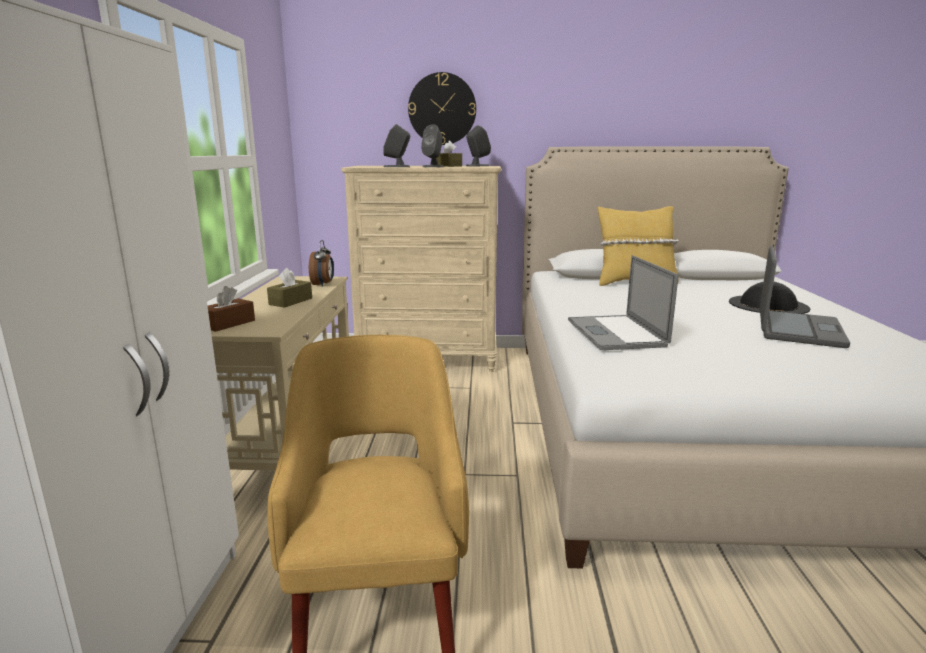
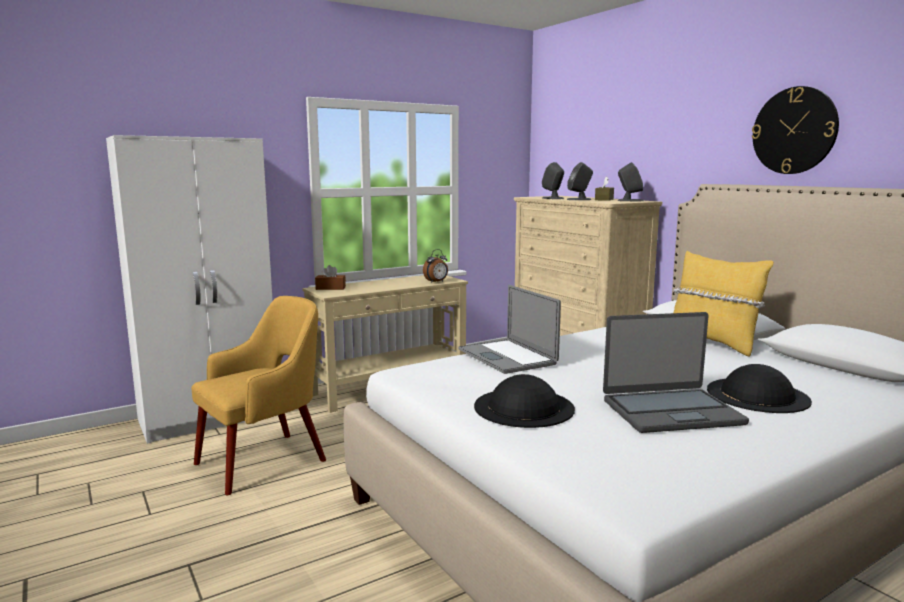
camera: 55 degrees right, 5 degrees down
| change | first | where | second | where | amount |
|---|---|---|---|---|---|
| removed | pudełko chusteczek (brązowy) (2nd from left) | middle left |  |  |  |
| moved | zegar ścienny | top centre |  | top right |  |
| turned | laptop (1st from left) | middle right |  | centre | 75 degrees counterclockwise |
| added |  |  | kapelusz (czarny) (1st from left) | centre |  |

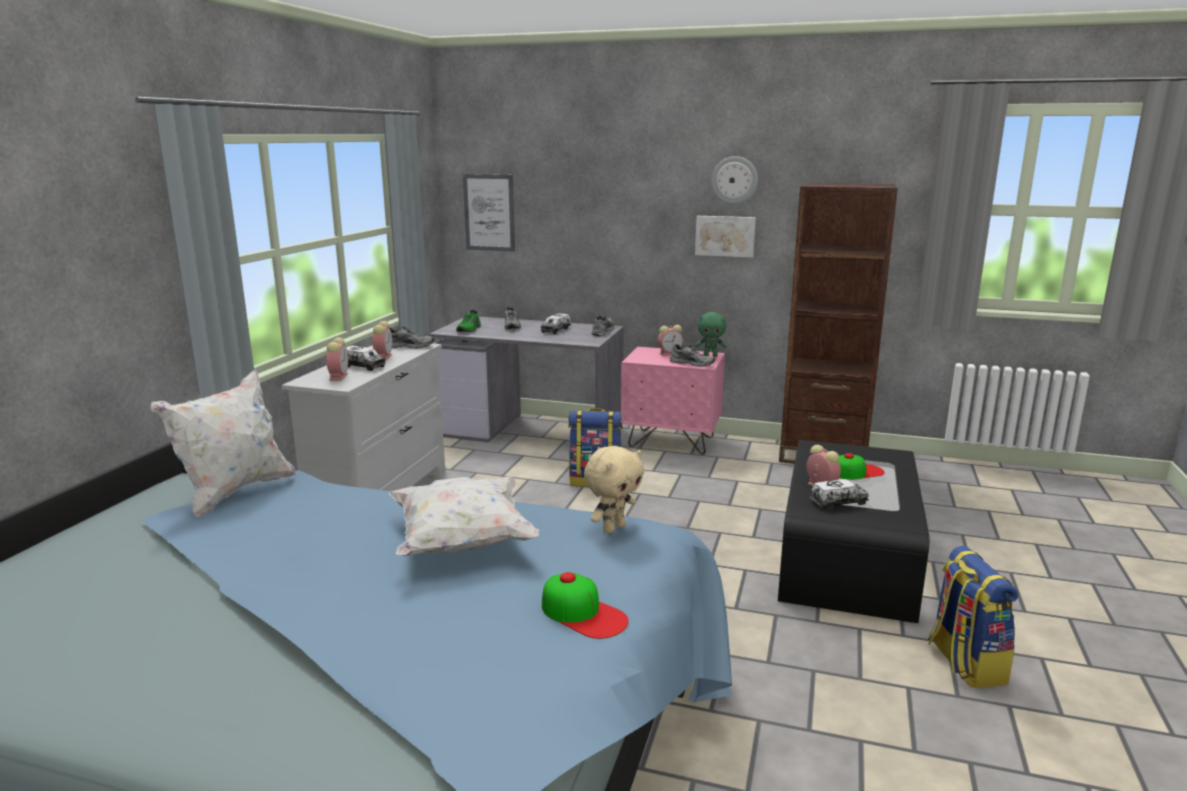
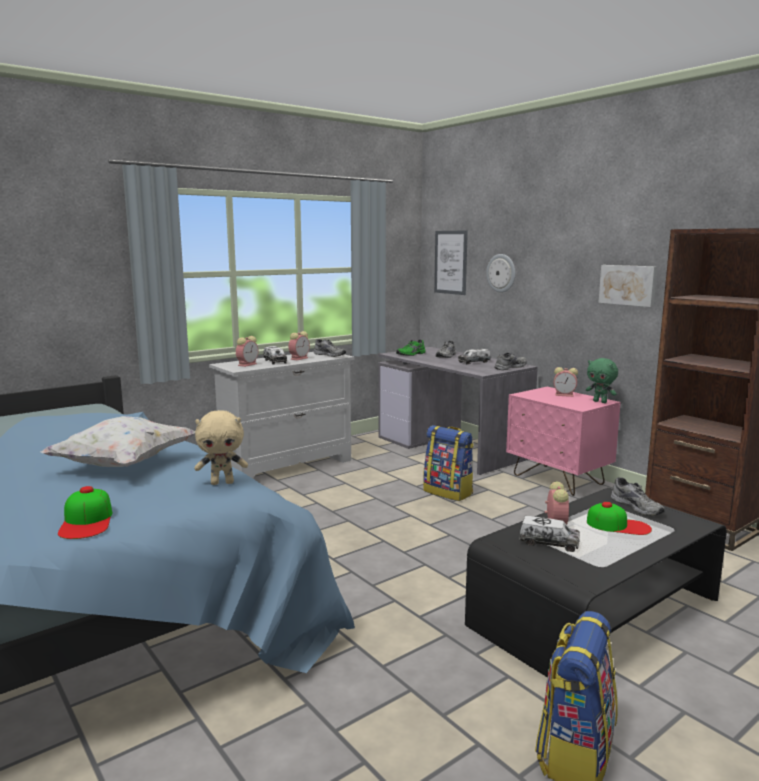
camera: 35 degrees right, 5 degrees down
| change | first | where | second | where | amount |
|---|---|---|---|---|---|
| removed | poduszka (biały) (1st from left) | middle left |  |  |  |
| moved | but (szary) (4th from left) | centre |  | middle right |  |
| moved | zegar ścienny | top centre |  | centre |  |

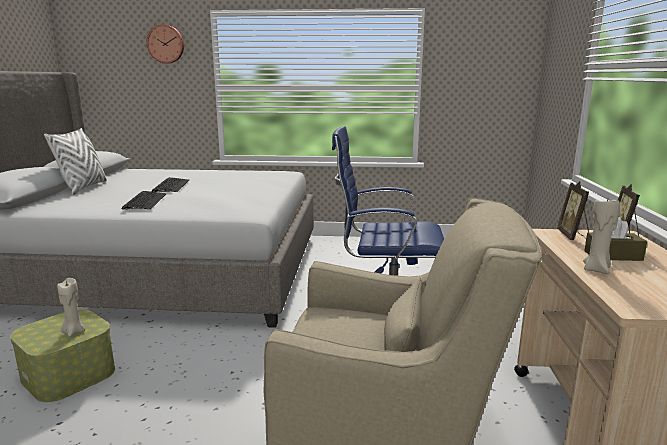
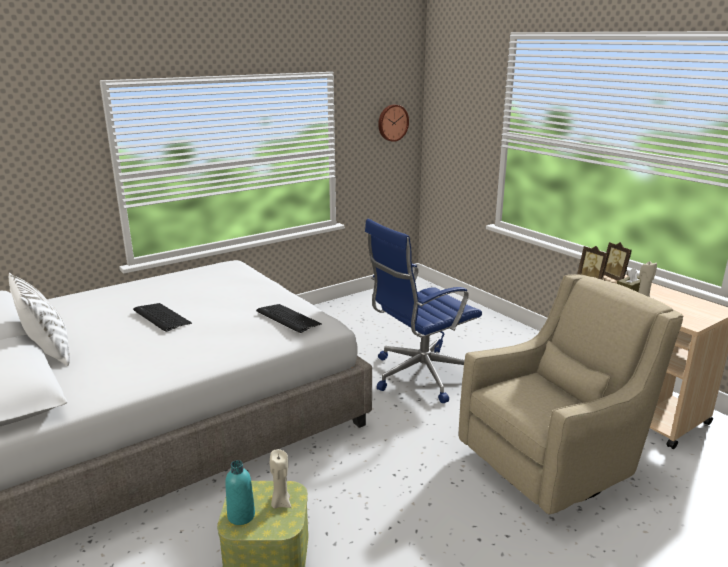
camera: 40 degrees left, 5 degrees up
| change | first | where | second | where | amount |
|---|---|---|---|---|---|
| moved | klawiatura (1st from left in the first image) | middle left | klawiatura (2nd from left) | centre |  |
| moved | zegar ścienny | top left |  | top centre |  |
| added |  |  | butelka (turkusowy) | bottom left |  |

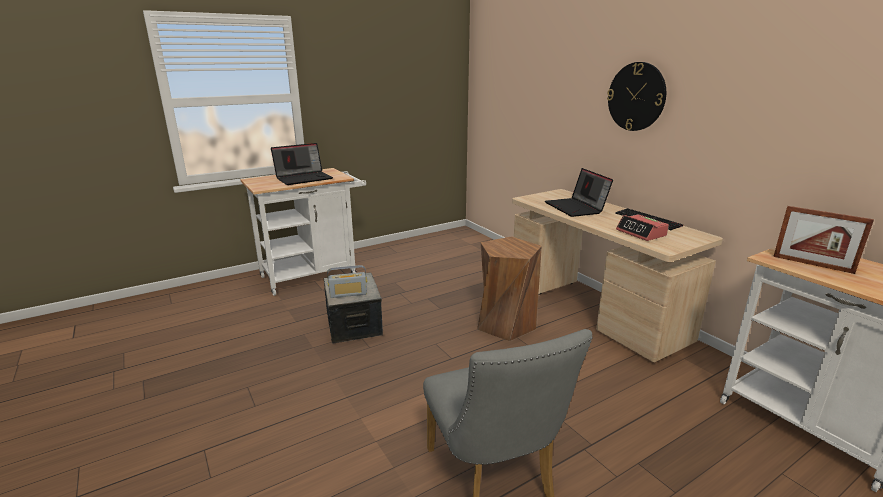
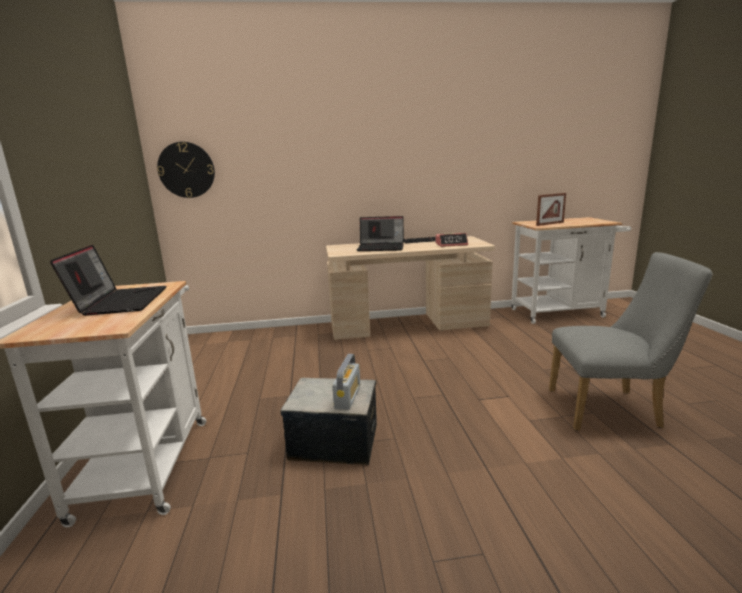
camera: 65 degrees left, 5 degrees down
| change | first | where | second | where | amount |
|---|---|---|---|---|---|
| removed | stołek (brązowy) | centre |  |  |  |
| moved | zegar ścienny | top right |  | top left |  |

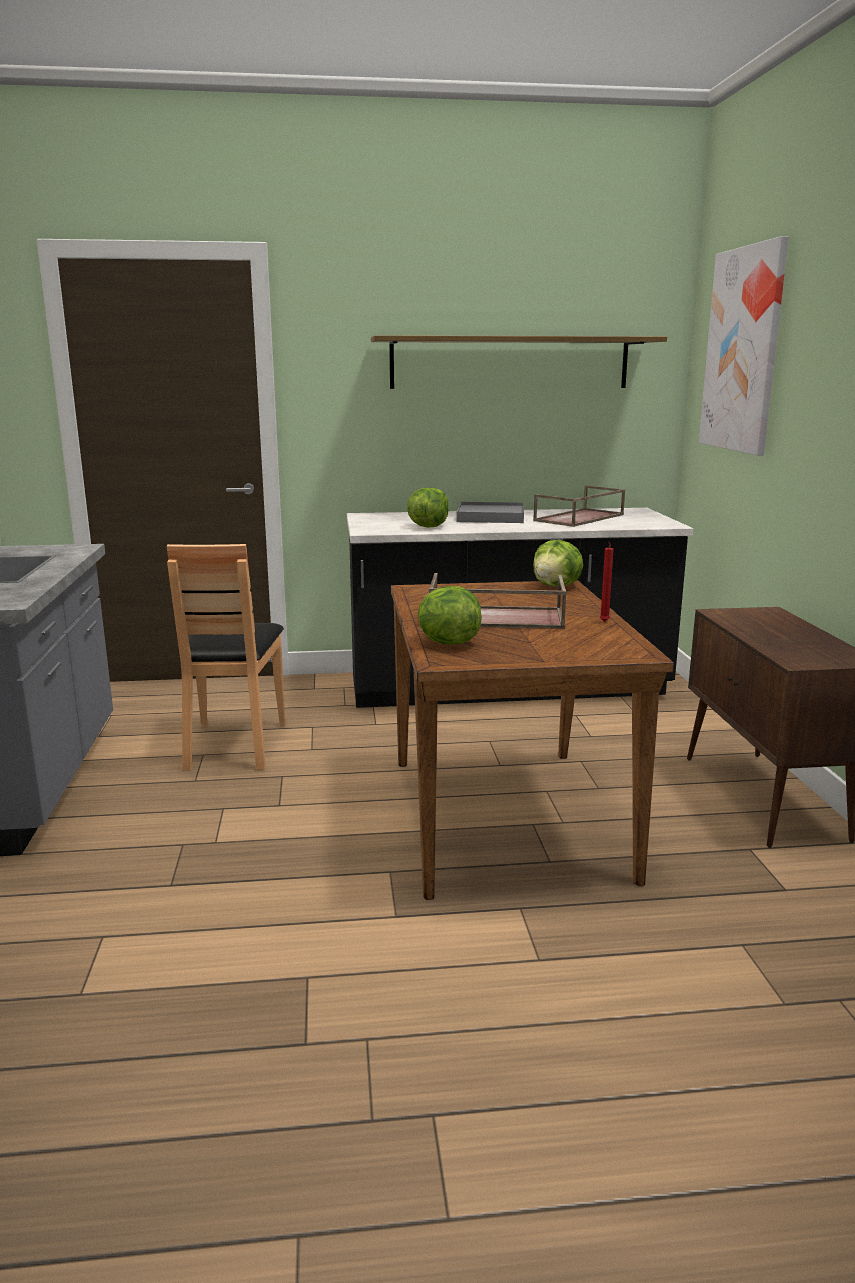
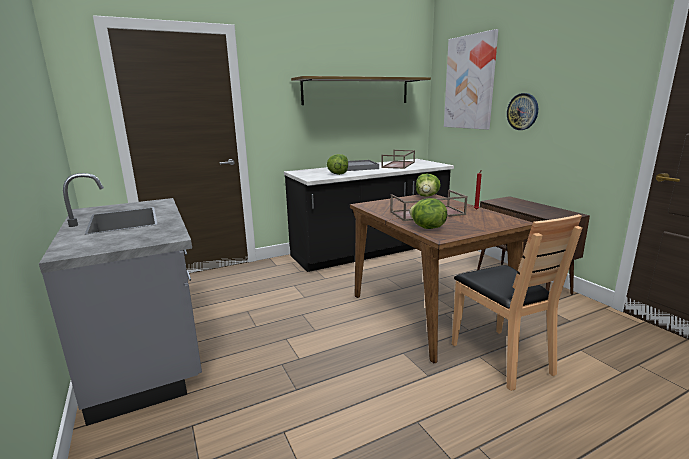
camera: 20 degrees left, 0 degrees up
| change | first | where | second | where | amount |
|---|---|---|---|---|---|
| moved | krzesło (brązowy) | middle left |  | middle right |  |
| added |  |  | zegar ścienny | top right |  |

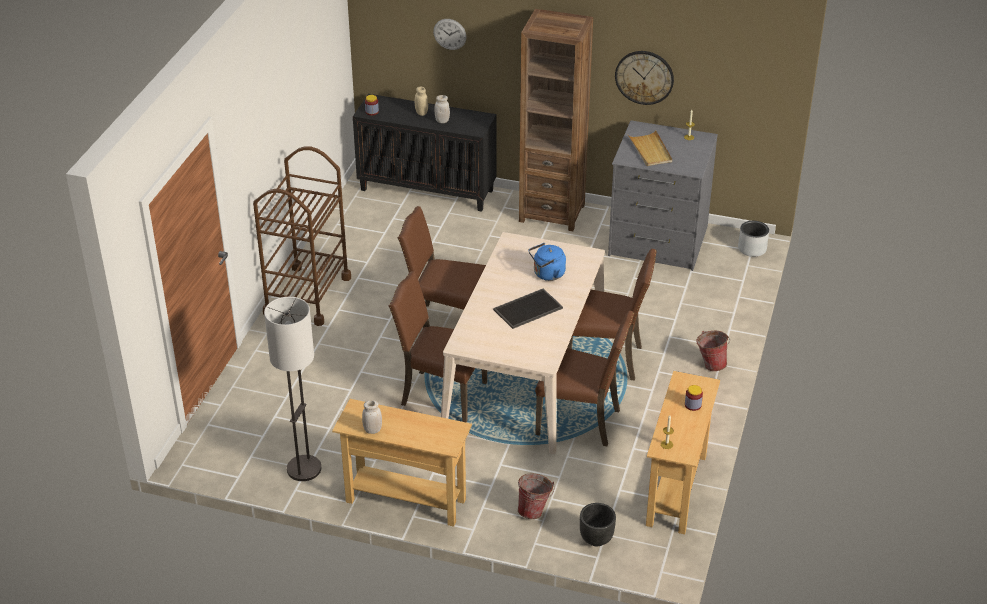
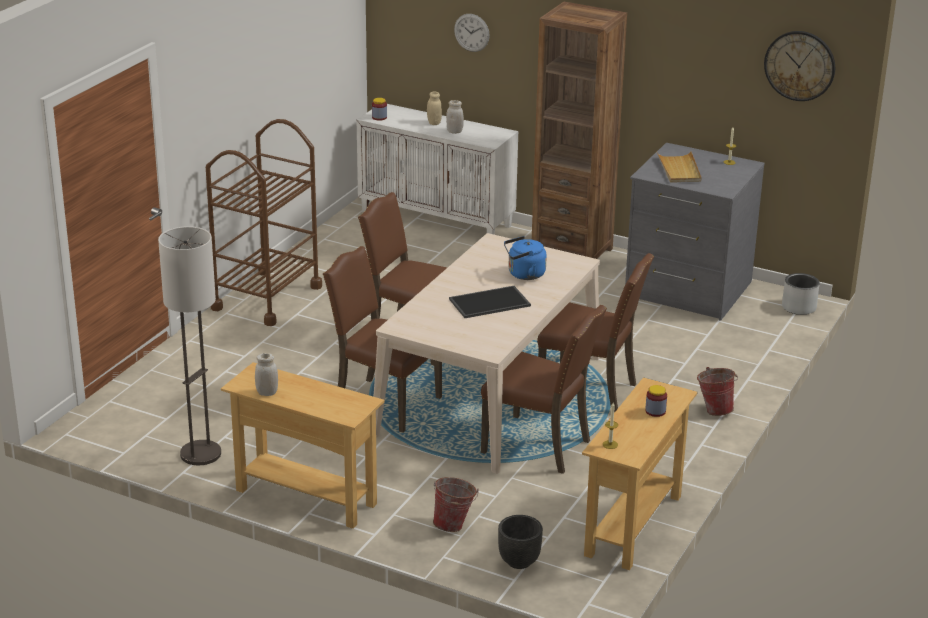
camera: 10 degrees right, 10 degrees down
| change | first | where | second | where | amount |
|---|---|---|---|---|---|
| recoloured | szafka (czarny) | top centre | szafka (biały) | top centre |  |
| moved | zegar ścienny (2nd from left) | top centre |  | top right |  |

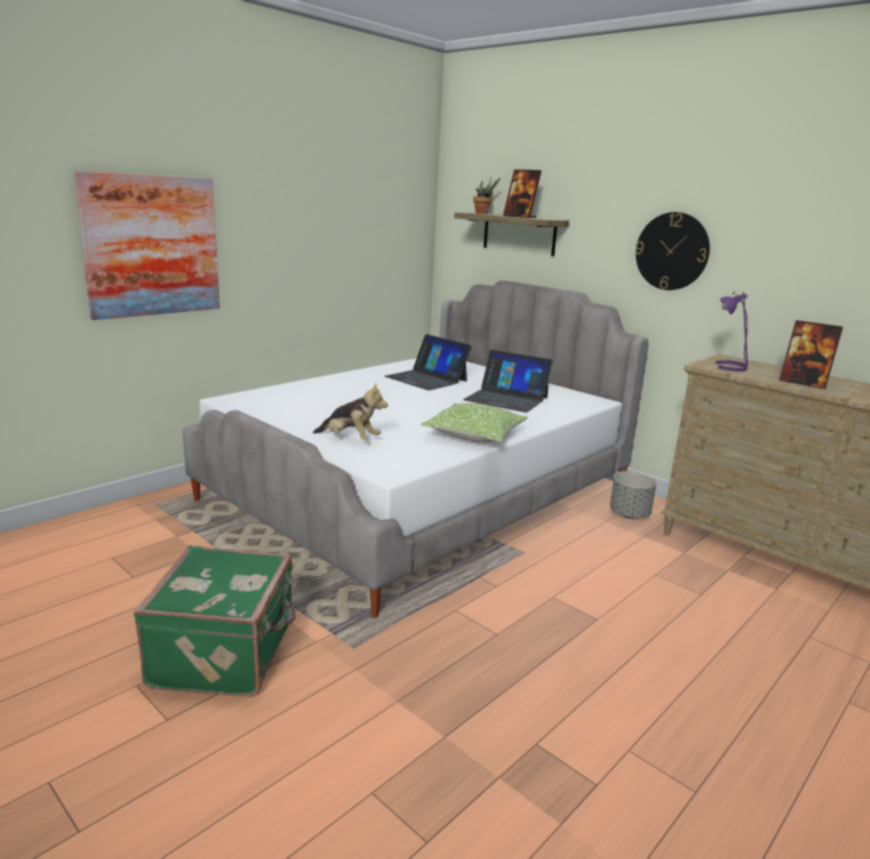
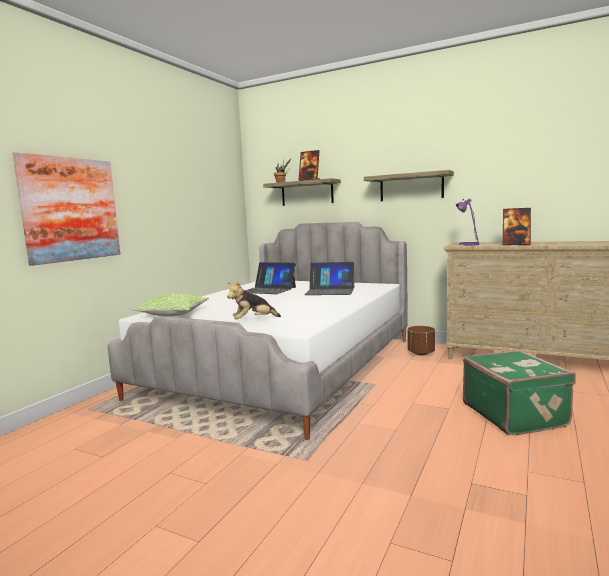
camera: 15 degrees left, 10 degrees down
| change | first | where | second | where | amount |
|---|---|---|---|---|---|
| moved | walizka (zielony) | bottom left |  | bottom right |  |
| turned | pluszak | centre |  | centre | 150 degrees clockwise |
| moved | poduszka | centre |  | middle left |  |
| recoloured | donica (szary) | middle right | donica (brązowy) | middle right |  |
| replaced | zegar ścienny | top right | półka (2nd from left) | top right |  |

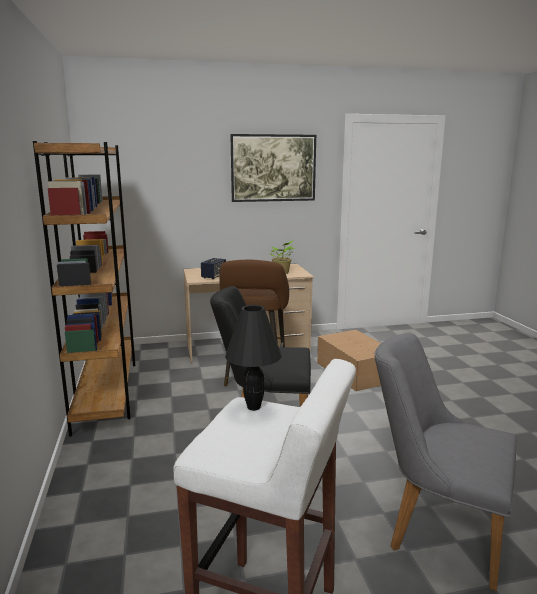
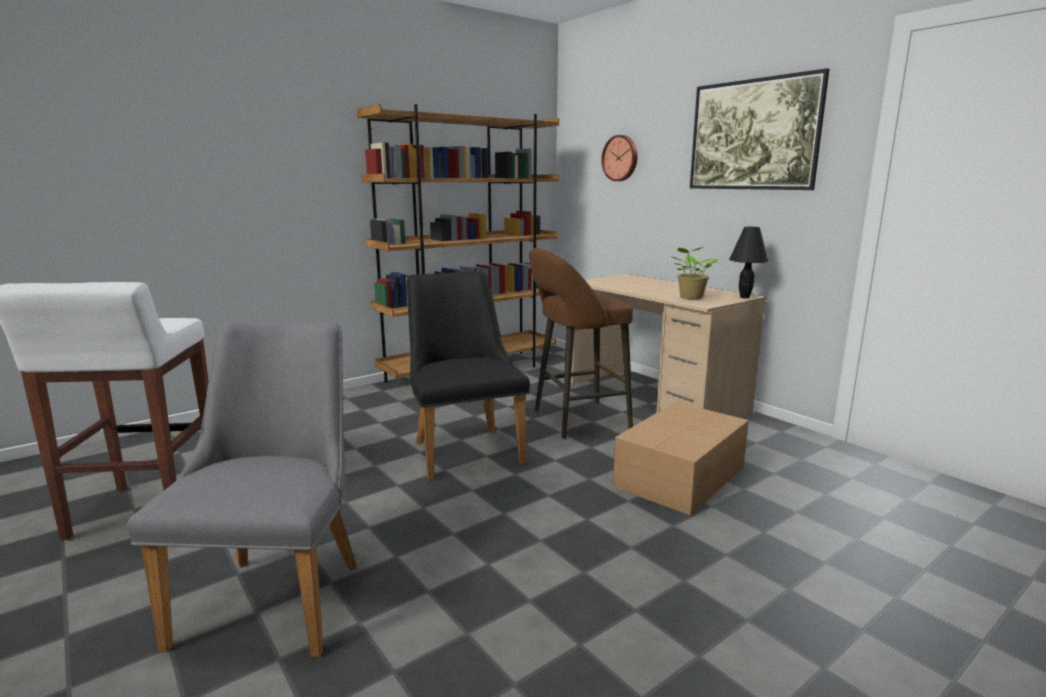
camera: 65 degrees right, 0 degrees up
| change | first | where | second | where | amount |
|---|---|---|---|---|---|
| removed | głośnik | centre |  |  |  |
| moved | lampa stołowa (czarny) | centre |  | middle right |  |
| added |  |  | zegar ścienny | top centre |  |

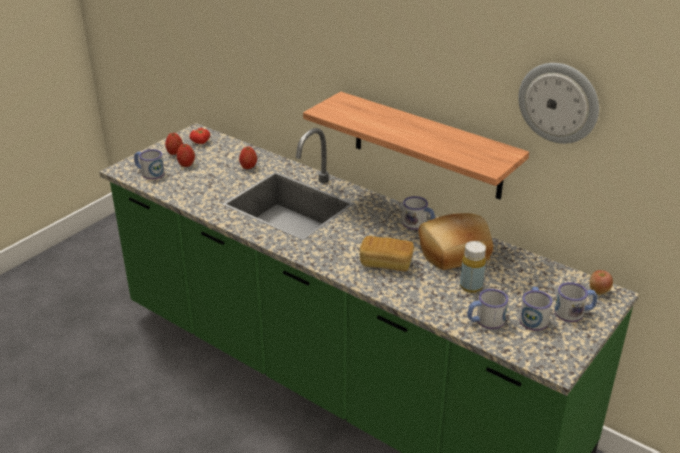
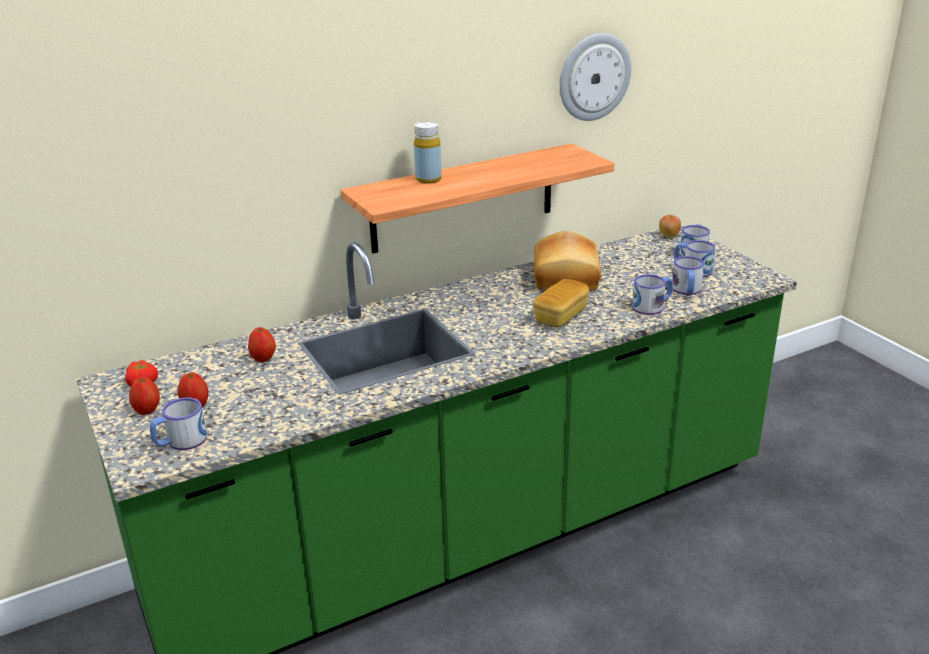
camera: 65 degrees left, 5 degrees down
| change | first | where | second | where | amount |
|---|---|---|---|---|---|
| moved | kubek (2nd from left) | centre |  | middle right |  |
| moved | butelka (żółty) | middle right |  | top centre |  |

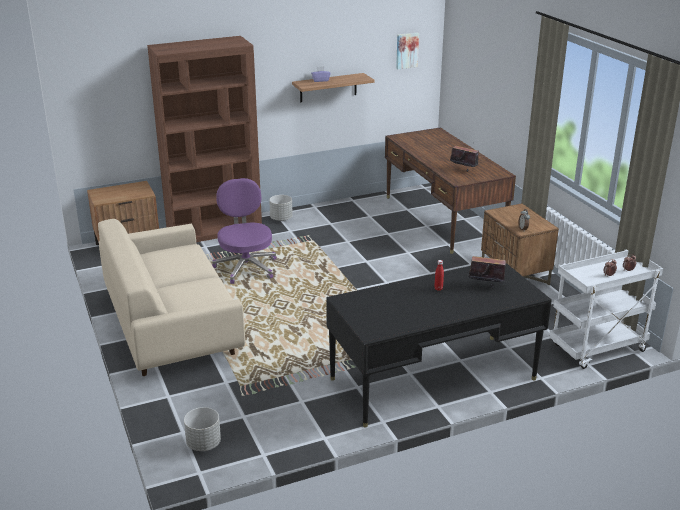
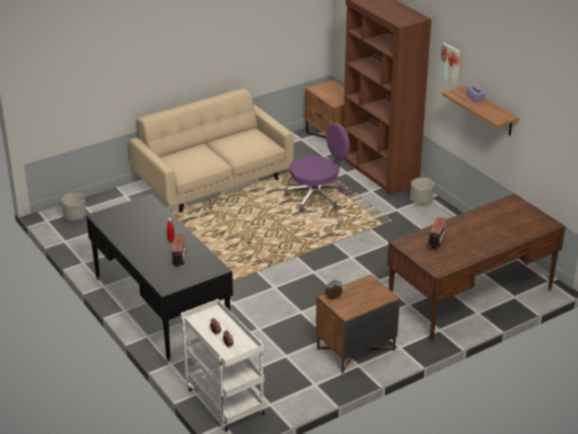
camera: 80 degrees right, 5 degrees up
| change | first | where | second | where | amount |
|---|---|---|---|---|---|
| moved | obraz | top centre |  | top right |  |

